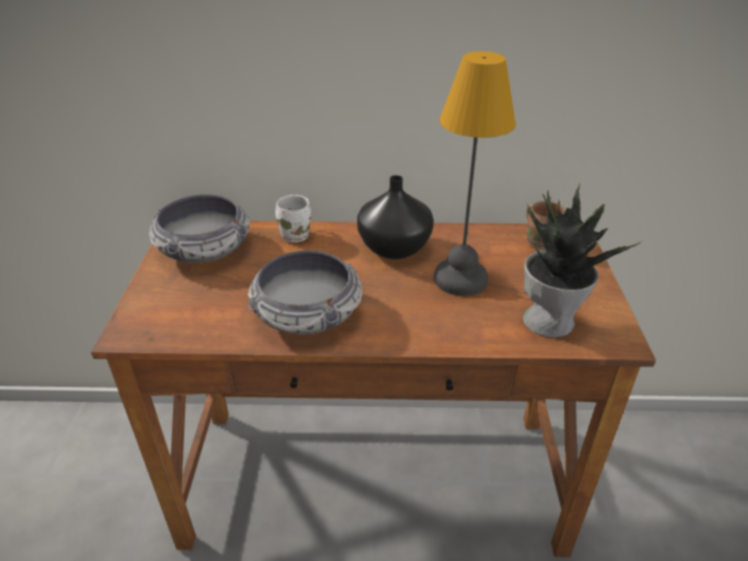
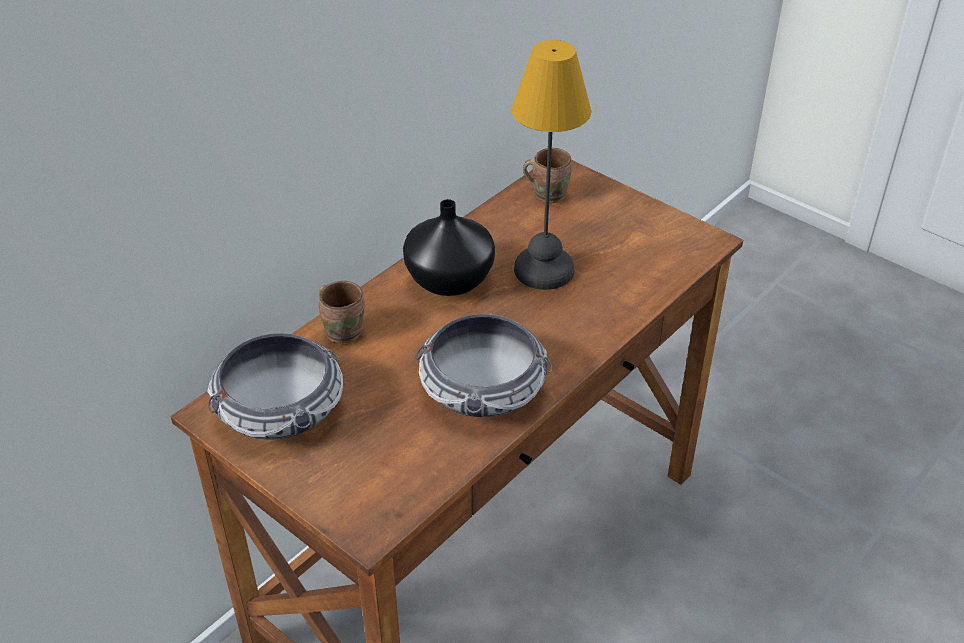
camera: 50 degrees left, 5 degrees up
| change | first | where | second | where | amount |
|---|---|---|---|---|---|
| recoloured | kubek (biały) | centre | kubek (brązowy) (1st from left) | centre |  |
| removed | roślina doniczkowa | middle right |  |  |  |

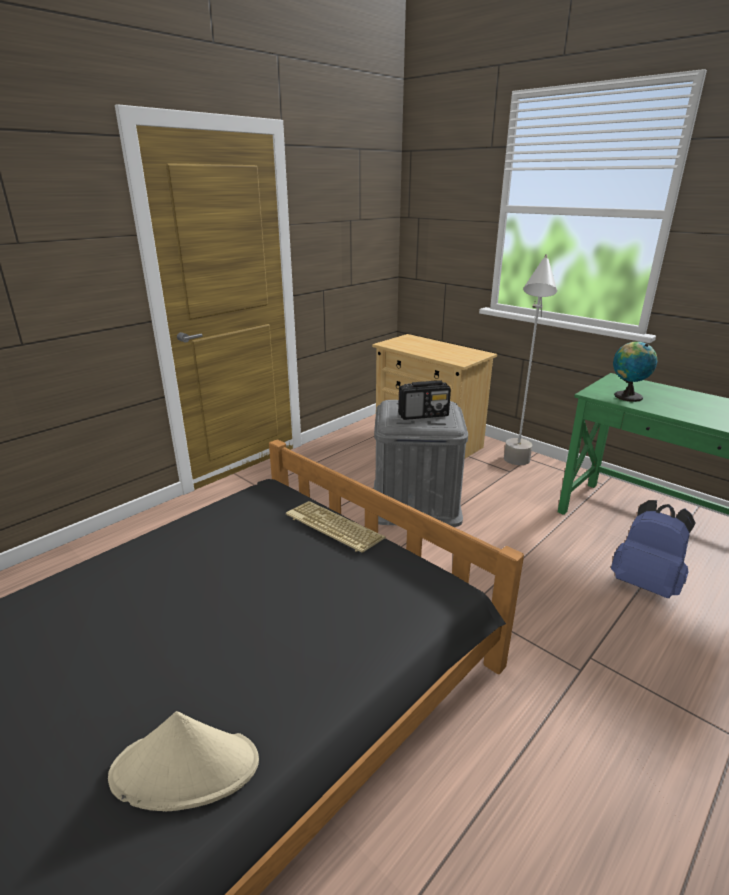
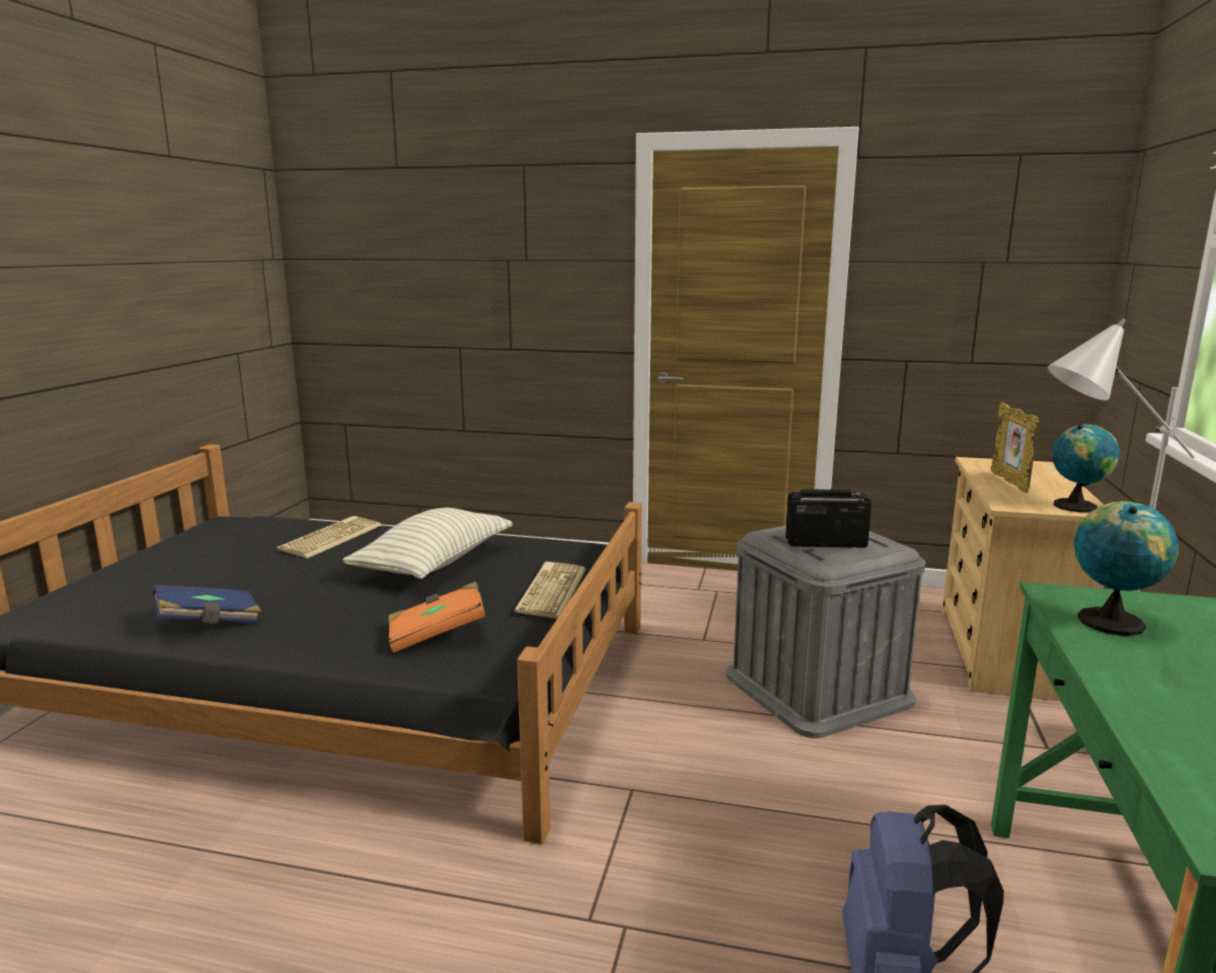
camera: 60 degrees right, 10 degrees down
| change | first | where | second | where | amount |
|---|---|---|---|---|---|
| replaced | kapelusz (beżowy) | bottom left | książka (niebieski) | middle left |  |
| turned | radio | centre |  | middle right | 135 degrees clockwise |
| added |  |  | klawiatura (1st from left) | middle left |  |
| added |  |  | poduszka | centre |  |
| added |  |  | książka (pomarańczowy) | centre |  |
| added |  |  | ramka na zdjęcie | middle right |  |
| added |  |  | globus (1st from left) | middle right |  |

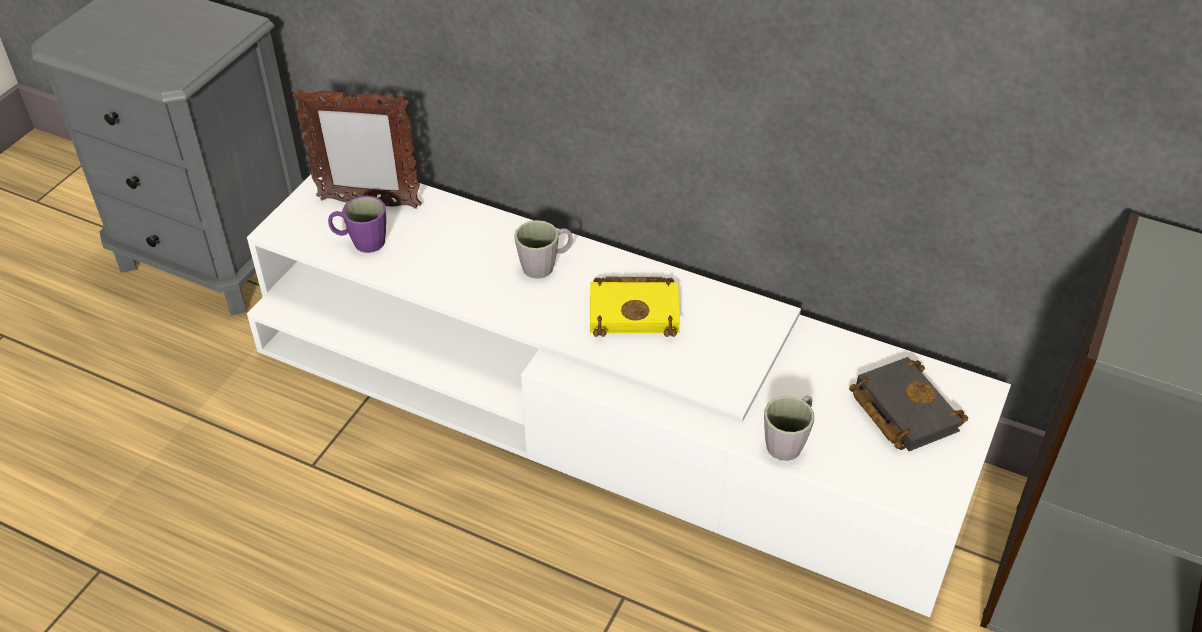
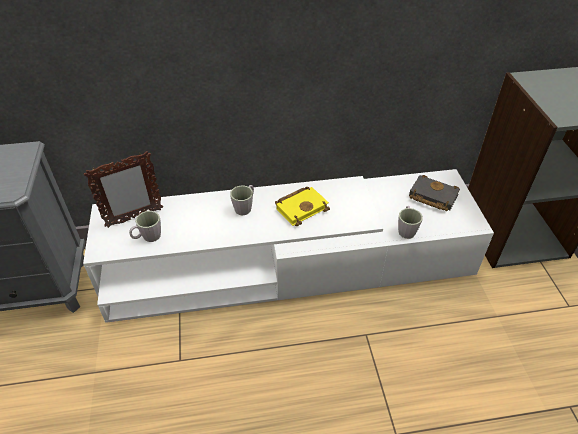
camera: 35 degrees left, 0 degrees up
| change | first | where | second | where | amount |
|---|---|---|---|---|---|
| recoloured | kubek (fioletowy) | middle left | kubek (szary) (1st from left) | middle left |  |

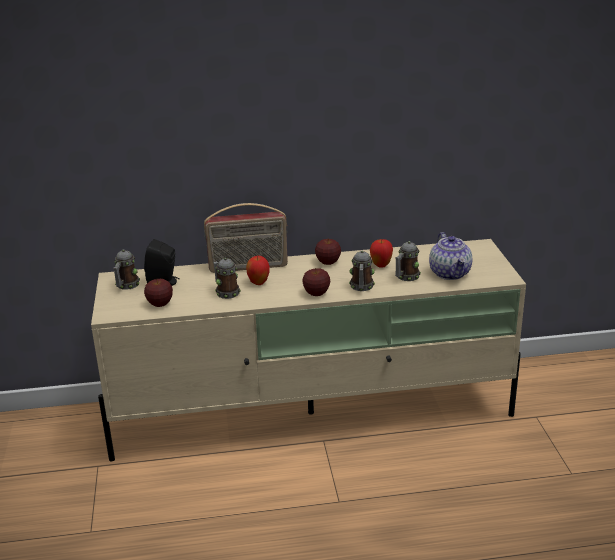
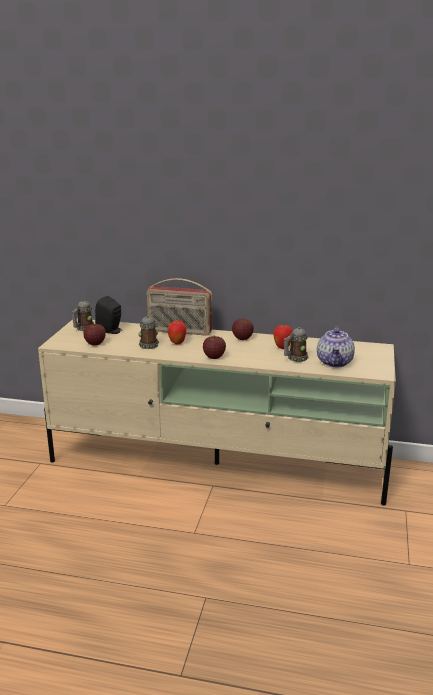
camera: 20 degrees right, 5 degrees down
| change | first | where | second | where | amount |
|---|---|---|---|---|---|
| removed | kubek (3rd from left) | centre |  |  |  |

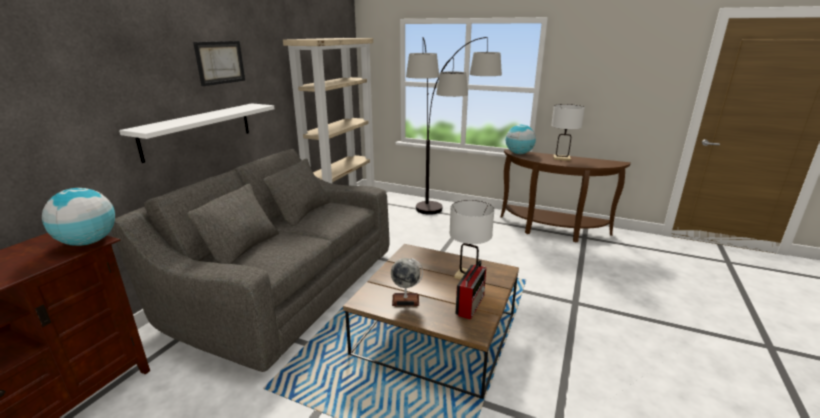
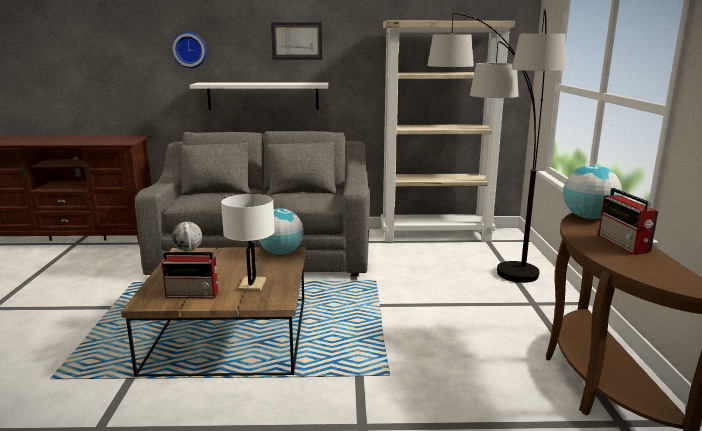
camera: 65 degrees right, 5 degrees down
| change | first | where | second | where | amount |
|---|---|---|---|---|---|
| moved | globus (1st from left in the first image) | middle left | globus (2nd from left) | centre |  |
| replaced | lampa stołowa (biały) (2nd from left) | top right | radio (2nd from left) | middle right |  |
| added |  |  | zegar ścienny | top left |  |

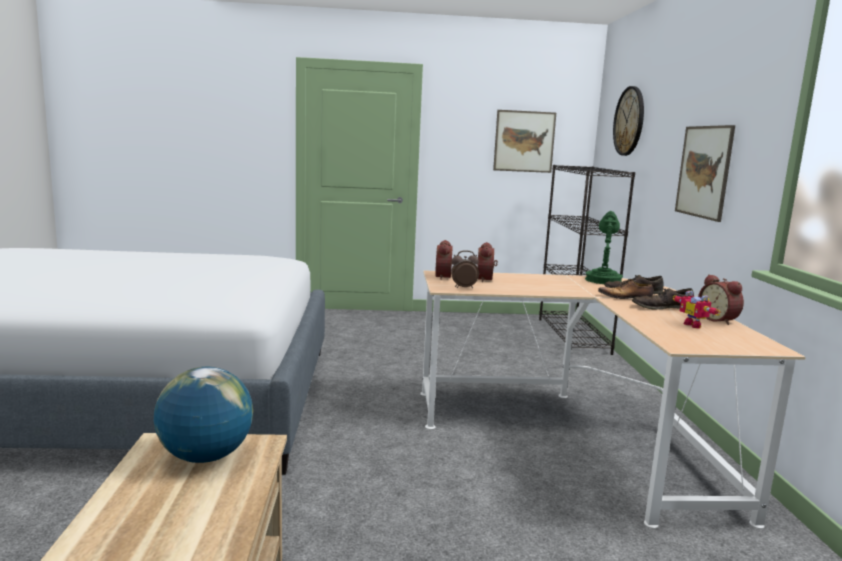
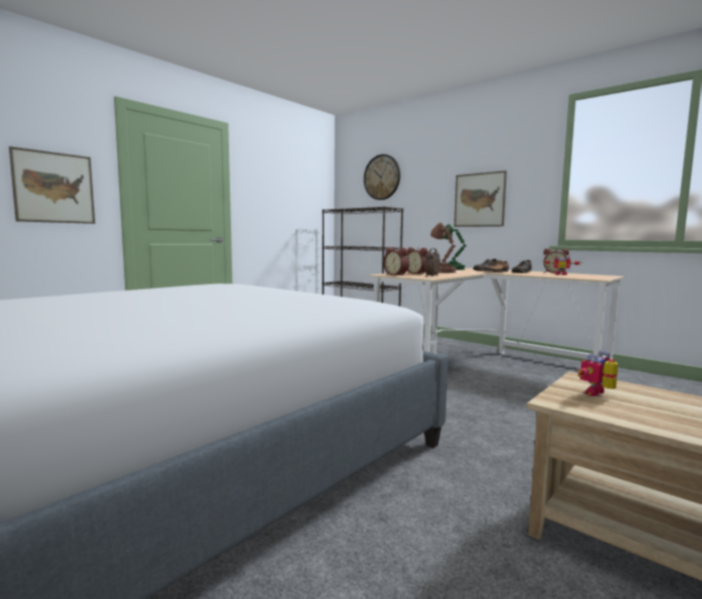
camera: 45 degrees left, 5 degrees down
| change | first | where | second | where | amount |
|---|---|---|---|---|---|
| replaced | globus | bottom left | robot zabawkowy (2nd from left) | middle right |  |
| moved | obraz (1st from left) | top centre |  | top left |  |
| added |  |  | lampa stołowa (brązowy) | centre |  |

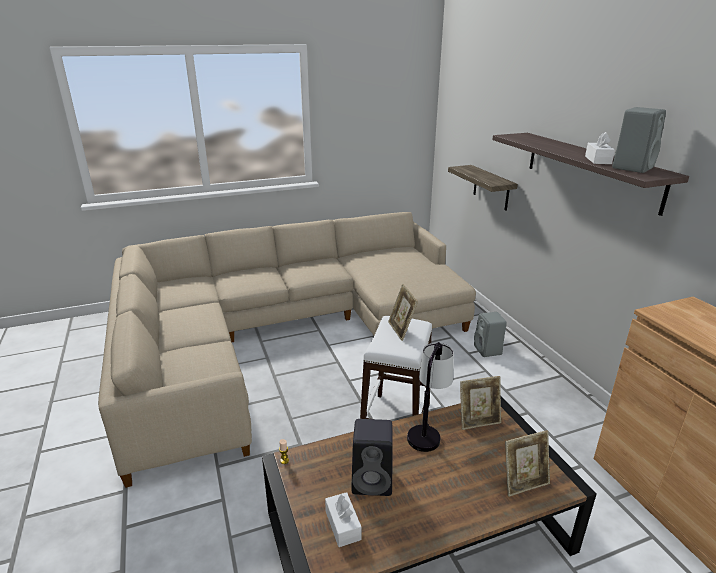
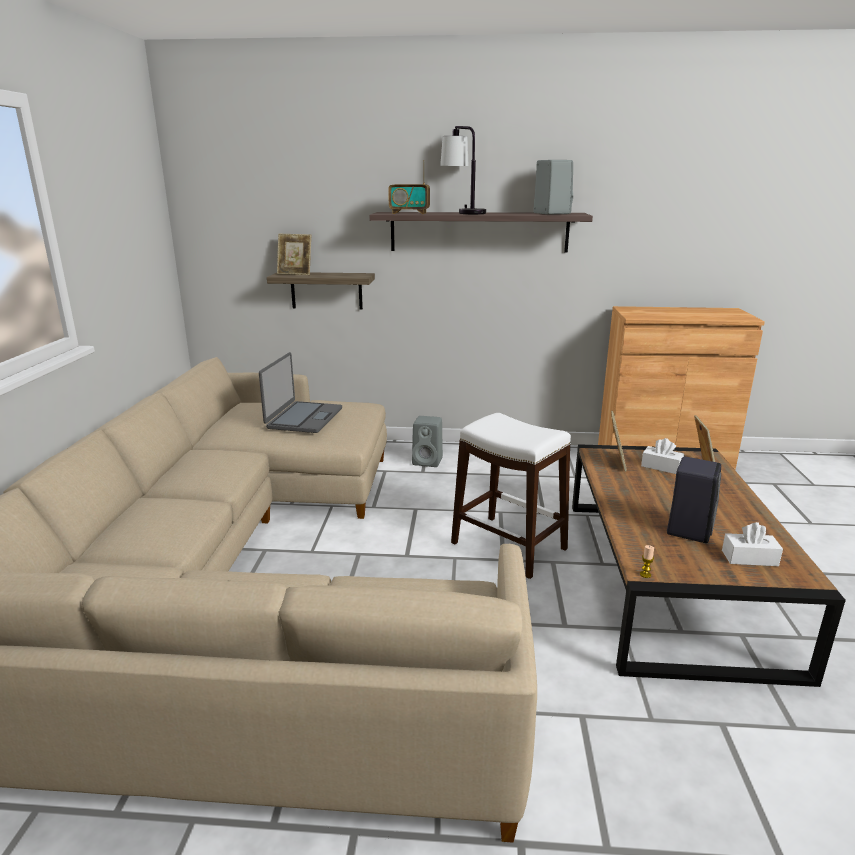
camera: 65 degrees left, 5 degrees down
| change | first | where | second | where | amount |
|---|---|---|---|---|---|
| moved | ramka na zdjęcie (1st from left) | centre |  | top centre |  |
| moved | lampa stołowa | bottom centre |  | top centre |  |
| moved | pudełko chusteczek (biały) (2nd from left in the first image) | top right | pudełko chusteczek (biały) (1st from left) | middle right |  |
| added |  |  | laptop | centre |  |
| added |  |  | radio | top centre |  |

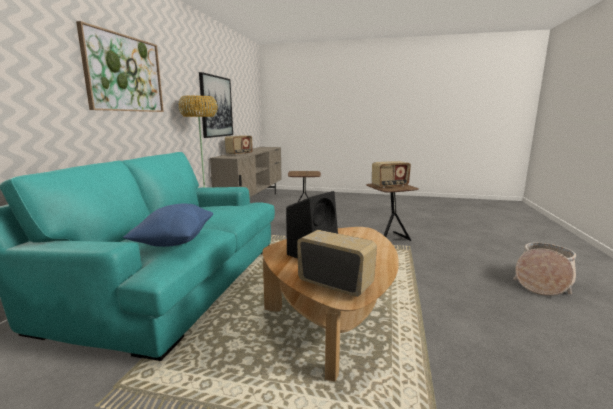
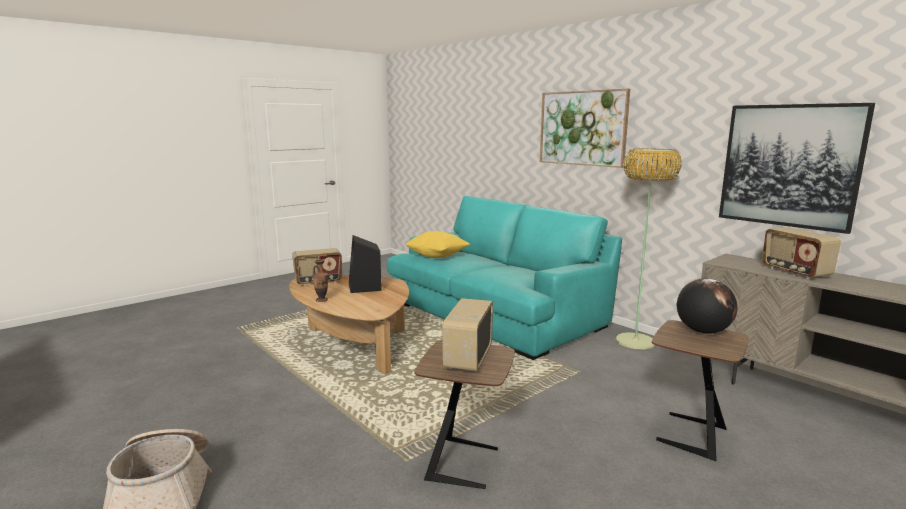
camera: 125 degrees right, 0 degrees up
| change | first | where | second | where | amount |
|---|---|---|---|---|---|
| recoloured | poduszka (niebieski) | middle left | poduszka (żółty) | centre |  |
| added |  |  | wazon | centre |  |
| added |  |  | globus | middle right |  |

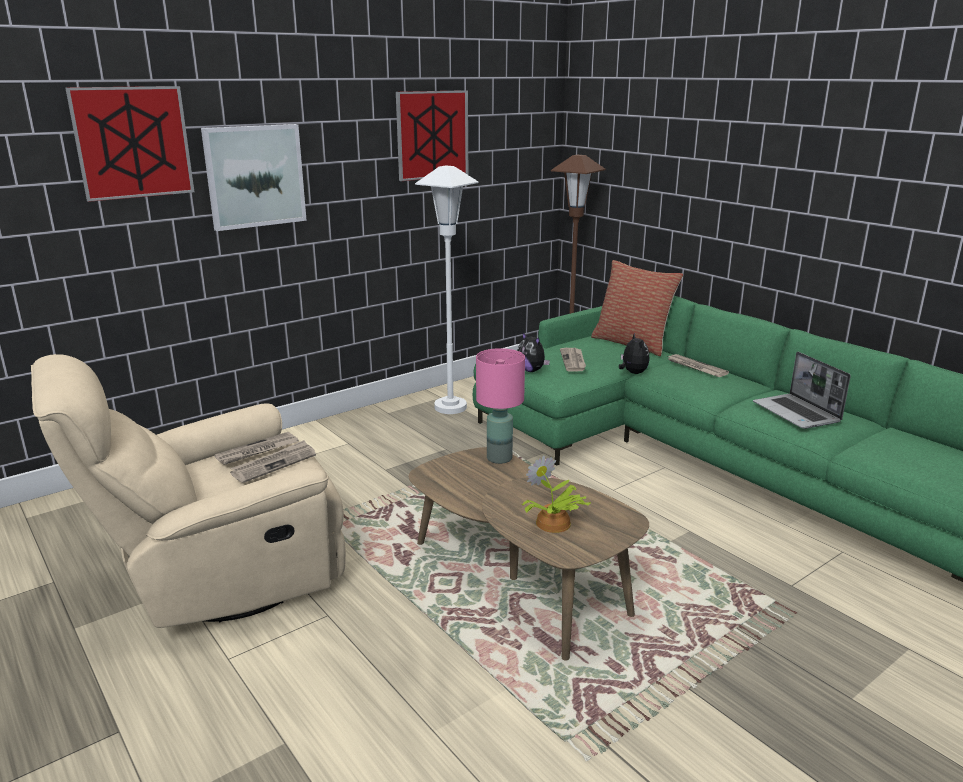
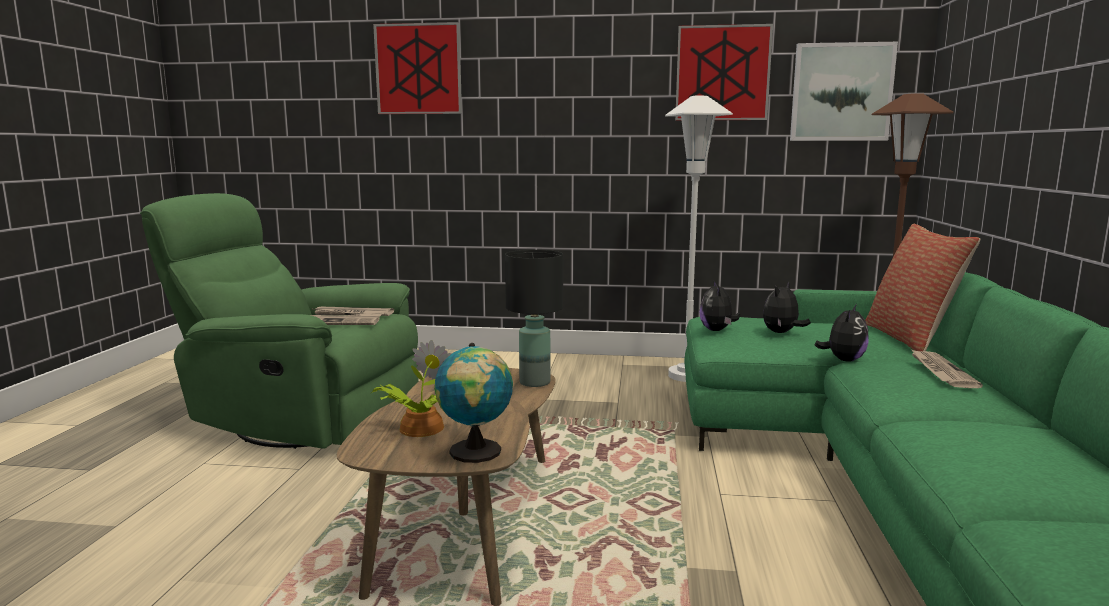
camera: 45 degrees right, 10 degrees down
| change | first | where | second | where | amount |
|---|---|---|---|---|---|
| recoloured | fotel (beżowy) | middle left | fotel (zielony) | middle left |  |
| moved | obraz (2nd from left in the first image) | top left | obraz (3rd from left) | top right |  |
| recoloured | lampa stołowa (różowy) | centre | lampa stołowa (czarny) | centre |  |
| replaced | gazeta (3rd from left) | centre | pluszak (2nd from left) | middle right |  |
| removed | laptop | middle right |  |  |  |
| added |  |  | globus | centre |  |

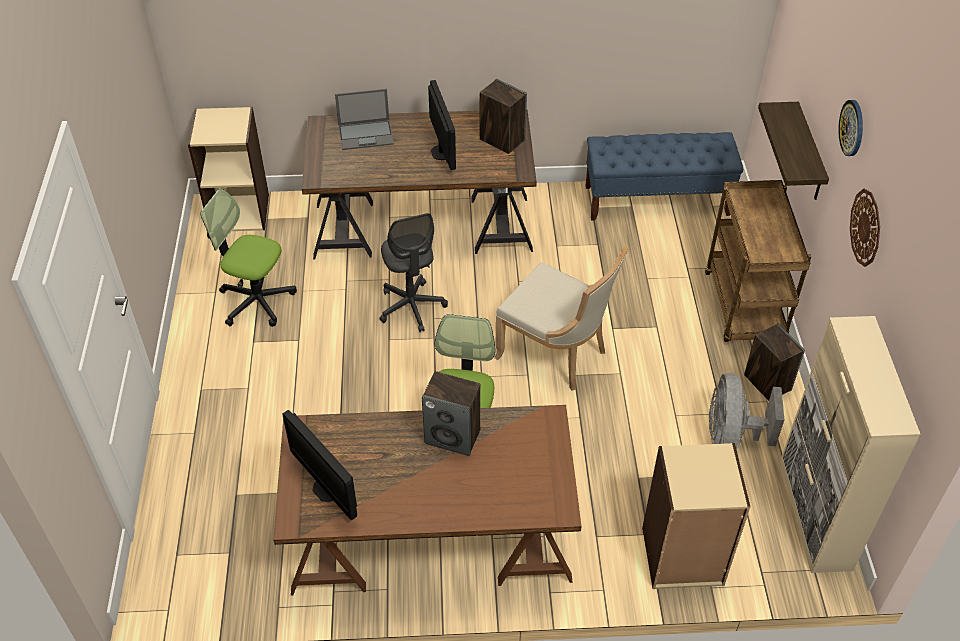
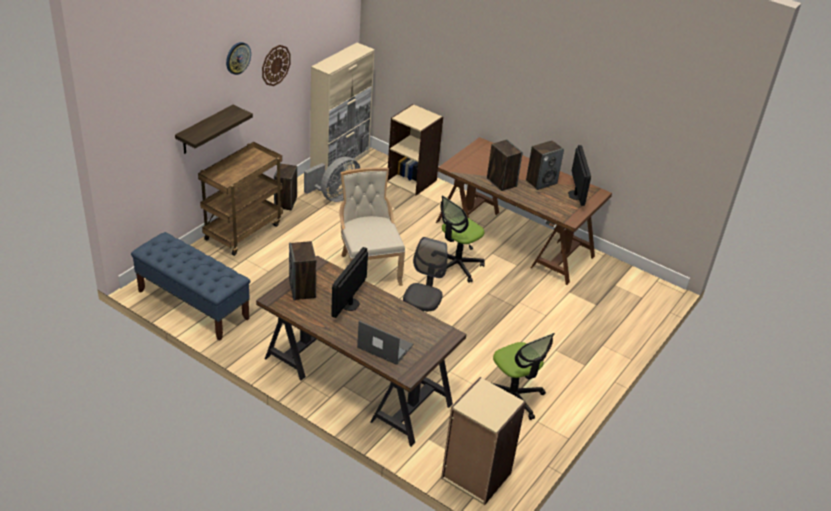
camera: 145 degrees left, 10 degrees down
| change | first | where | second | where | amount |
|---|---|---|---|---|---|
| added |  |  | głośnik (4th from left) | top centre |  |

